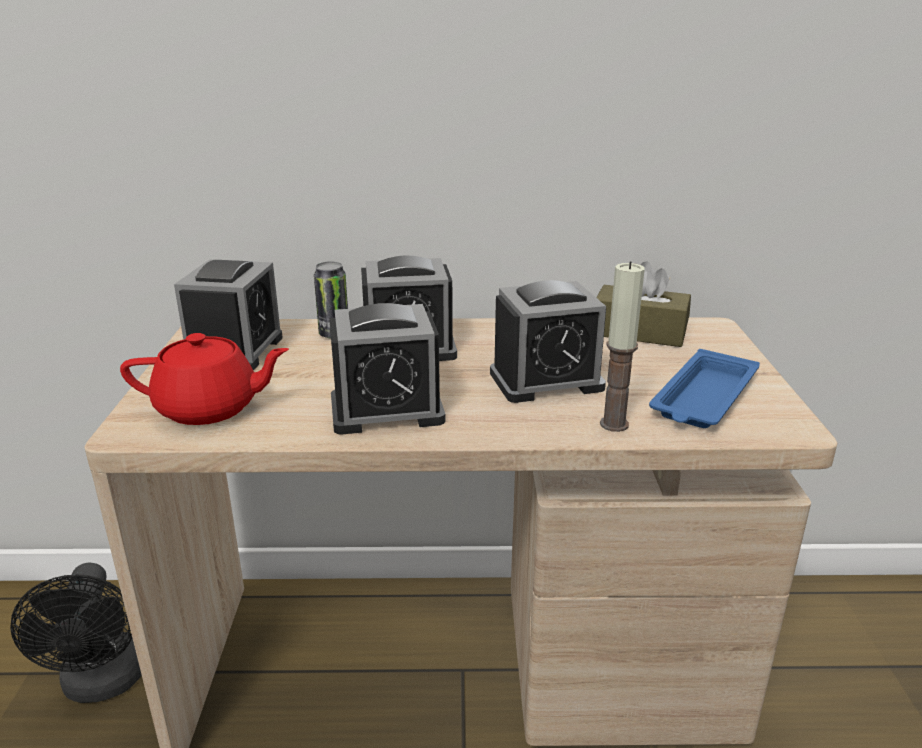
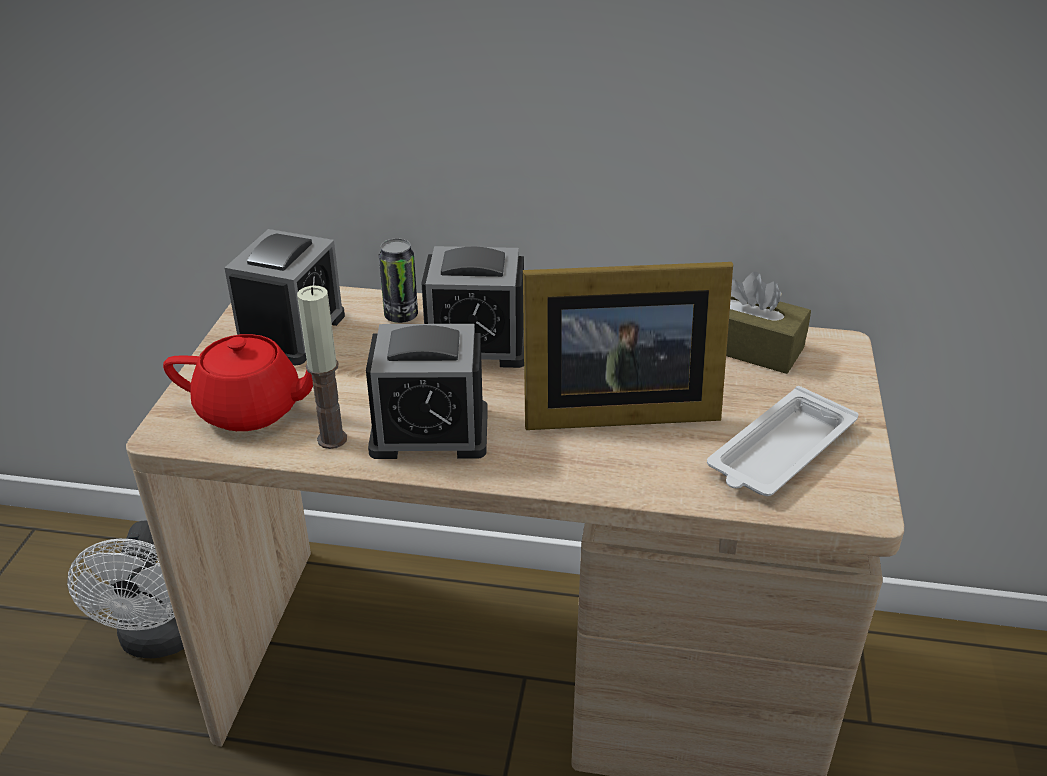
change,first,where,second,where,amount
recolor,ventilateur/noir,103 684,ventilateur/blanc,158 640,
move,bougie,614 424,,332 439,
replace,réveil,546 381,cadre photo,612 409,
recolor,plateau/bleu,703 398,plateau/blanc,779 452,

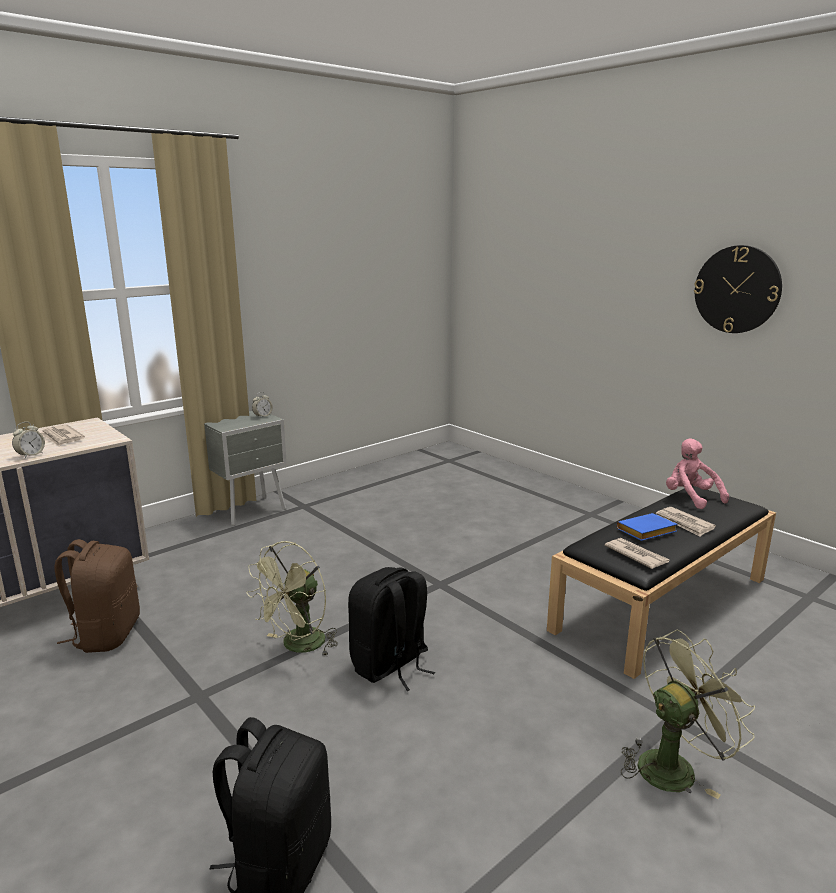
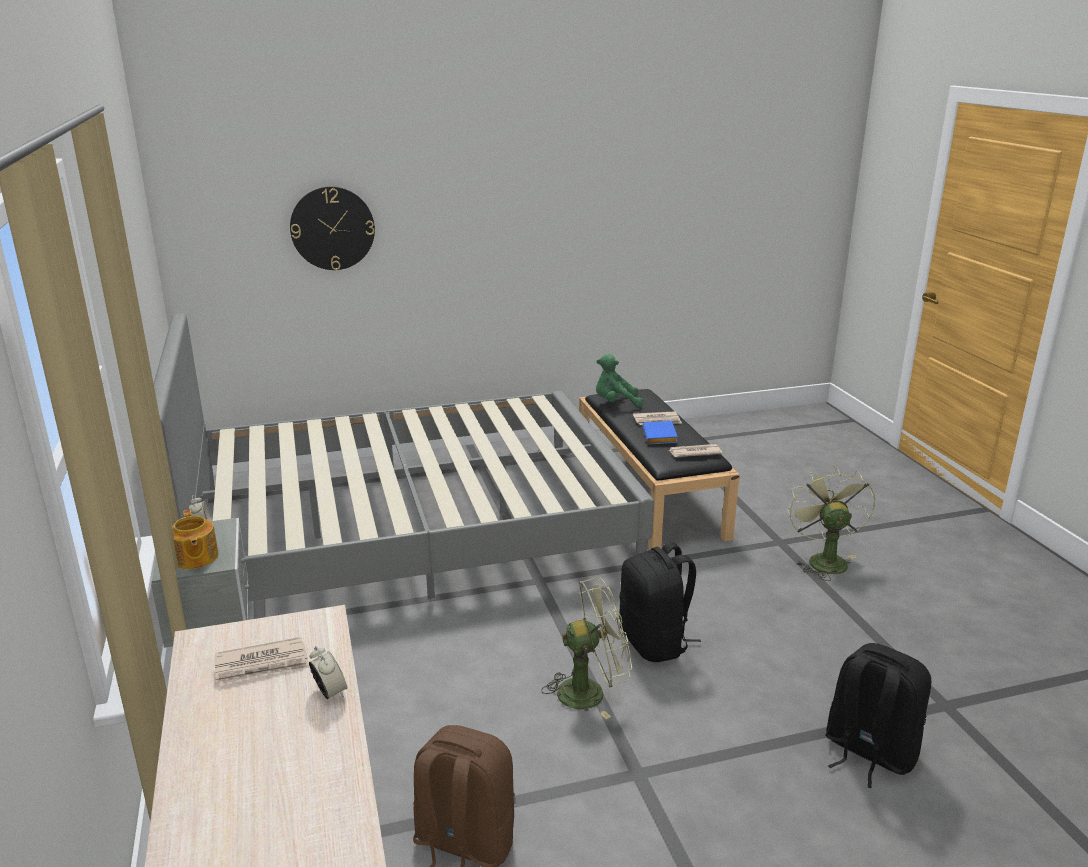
change,first,where,second,where,amount
insert,,,lit/gris,408 526,
insert,,,théière,195 558,
move,horloge murale,737 289,,332 228,
rotate,ventilateur/vert,298 646,,590 691,75 degrees counterclockwise
recolor,peluche/rose,690 498,peluche/vert,615 403,

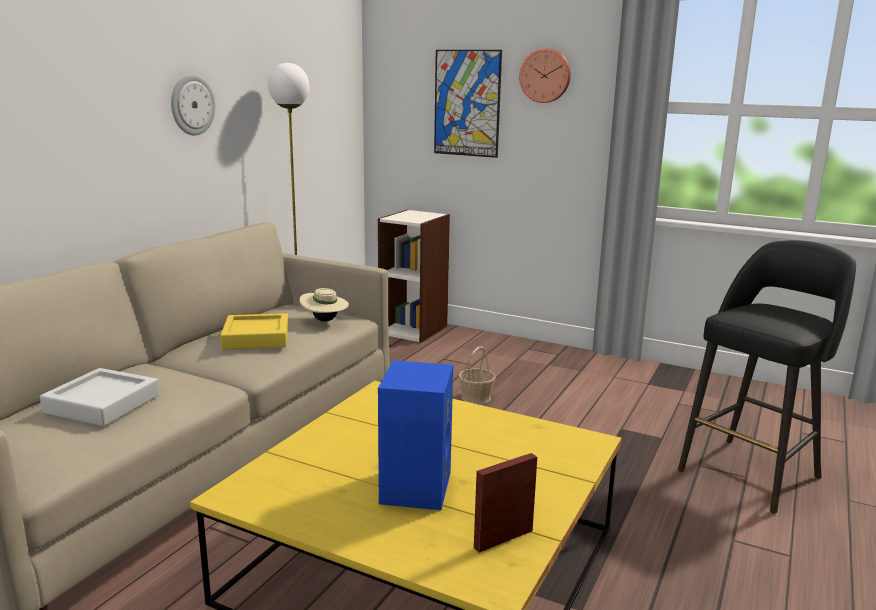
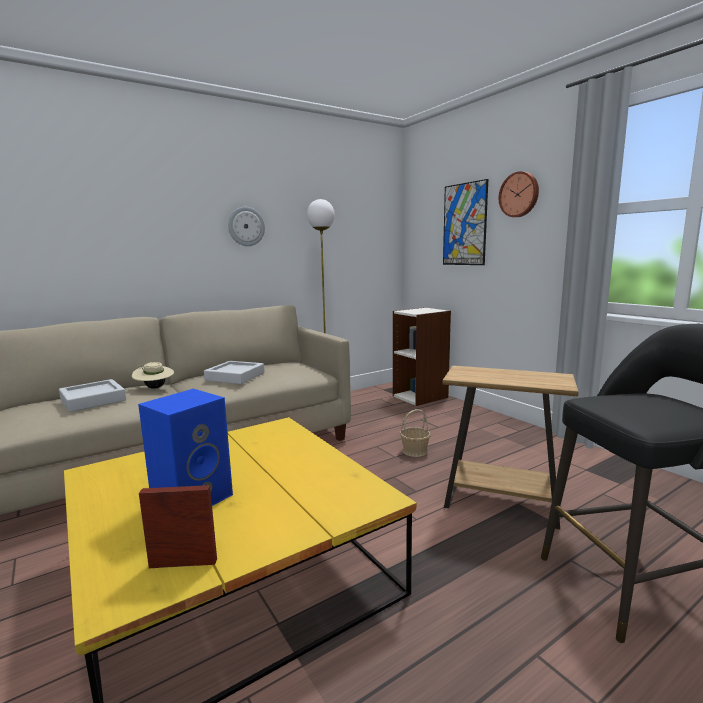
change,first,where,second,where,amount
move,chapeau/beige,324 321,,154 388,
recolor,plateau/jaune,256 337,plateau/gris,235 376,
insert,,,table d'appoint/marron,501 504,

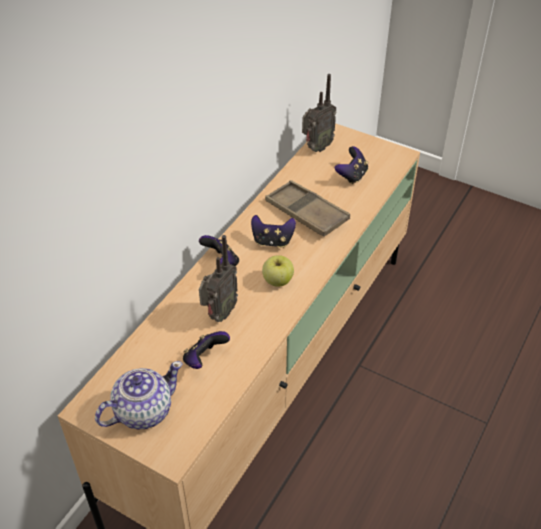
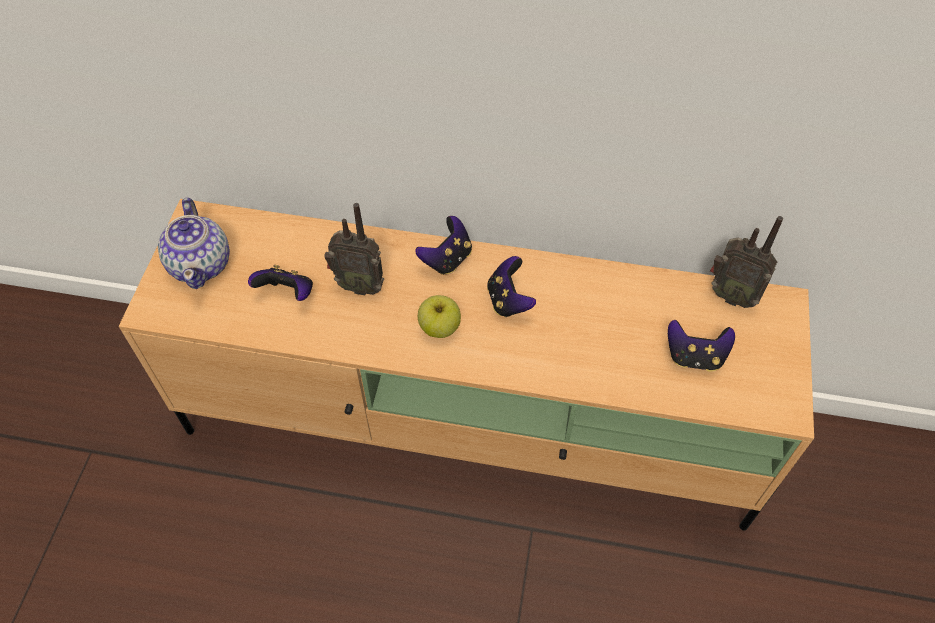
change,first,where,second,where,amount
rotate,théière,142 411,,201 264,45 degrees clockwise
delete,plateau/marron,306 213,,,

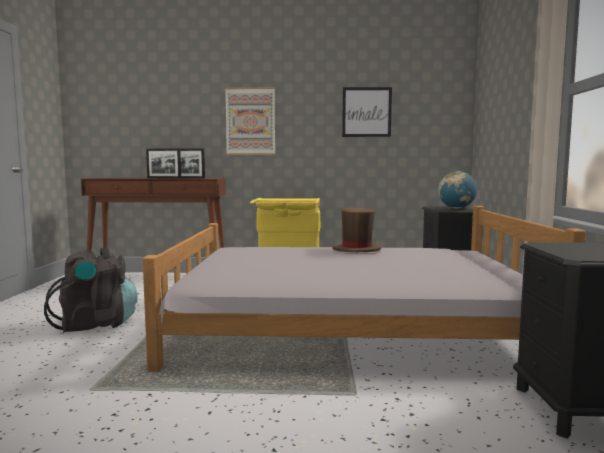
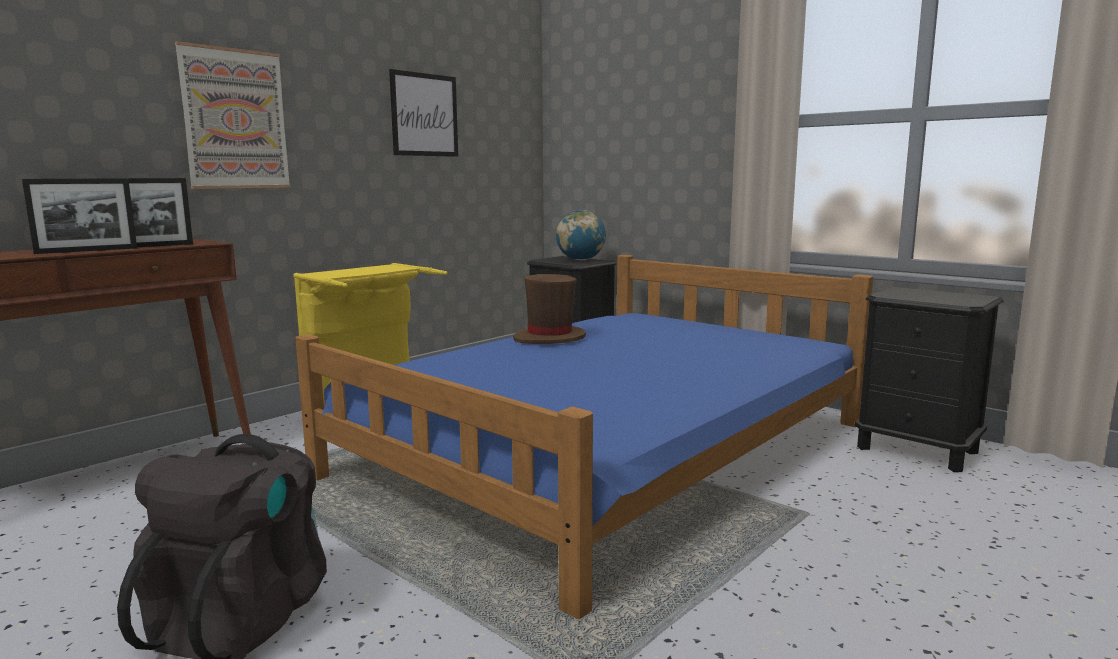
change,first,where,second,where,amount
recolor,lit/gris,347 327,lit/bleu,608 449,

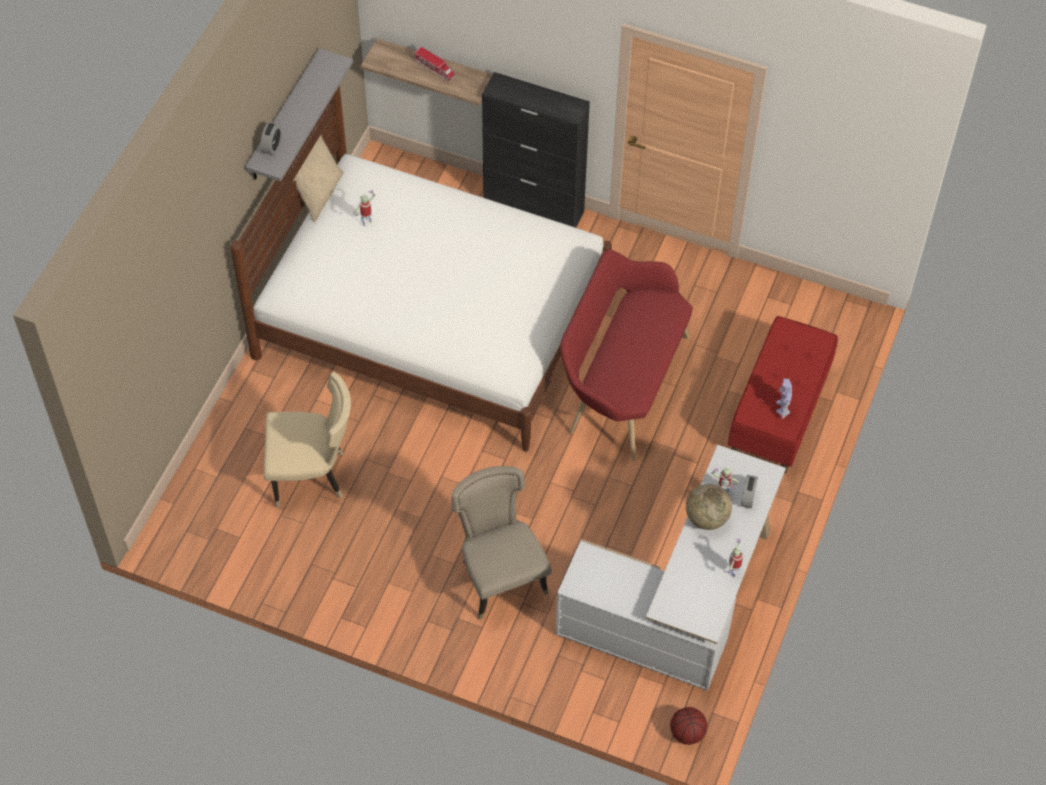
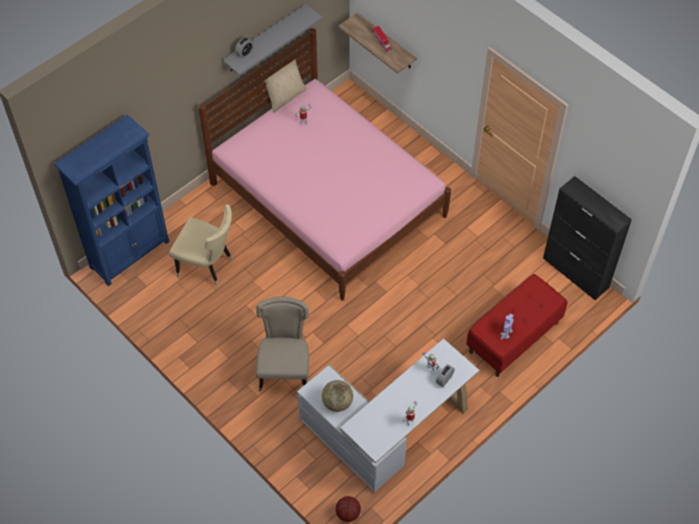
change,first,where,second,where,amount
insert,,,bibliothèque/bleu,130 254,
recolor,lit/blanc,432 320,lit/rose,328 200,
move,globe,706 518,,337 402,
move,meuble de rangement/noir,534 208,,576 273,
delete,banc/rouge,622 384,,,

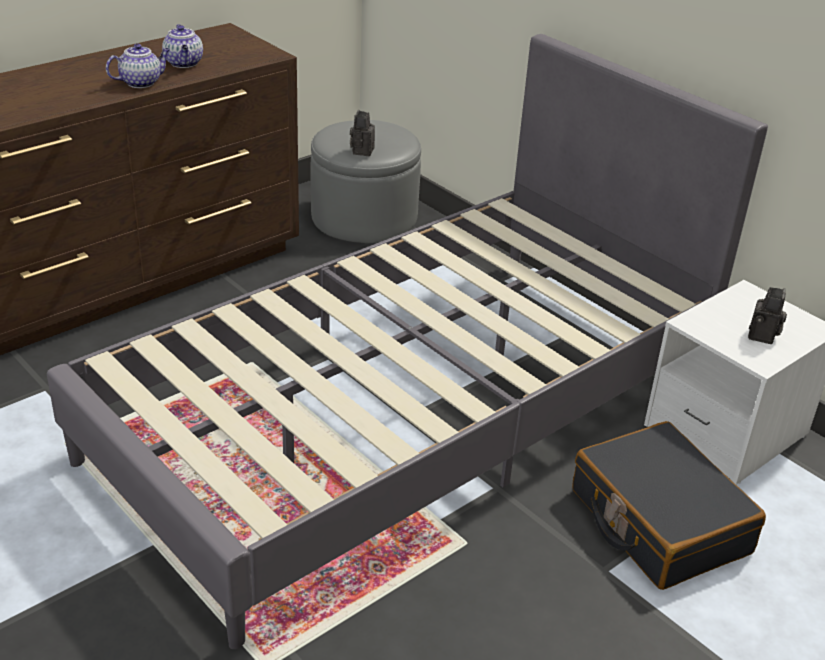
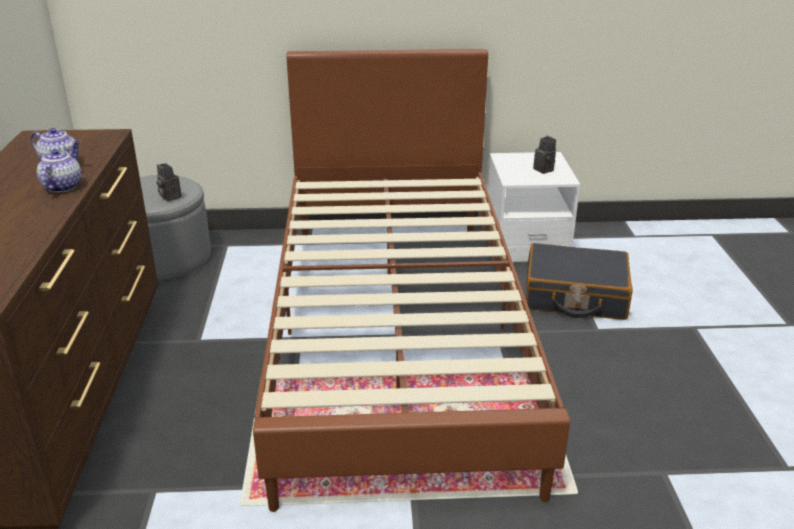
change,first,where,second,where,amount
recolor,lit/gris,408 414,lit/marron,397 333,

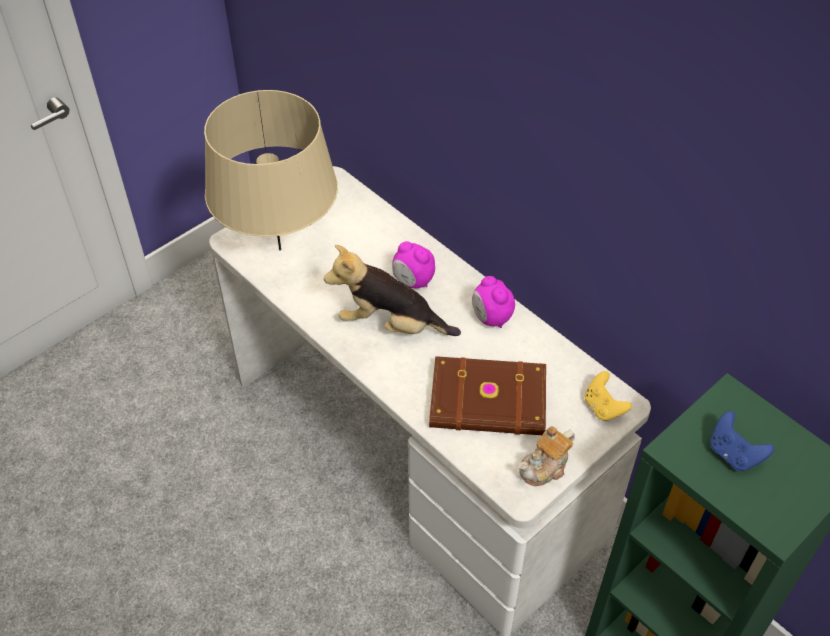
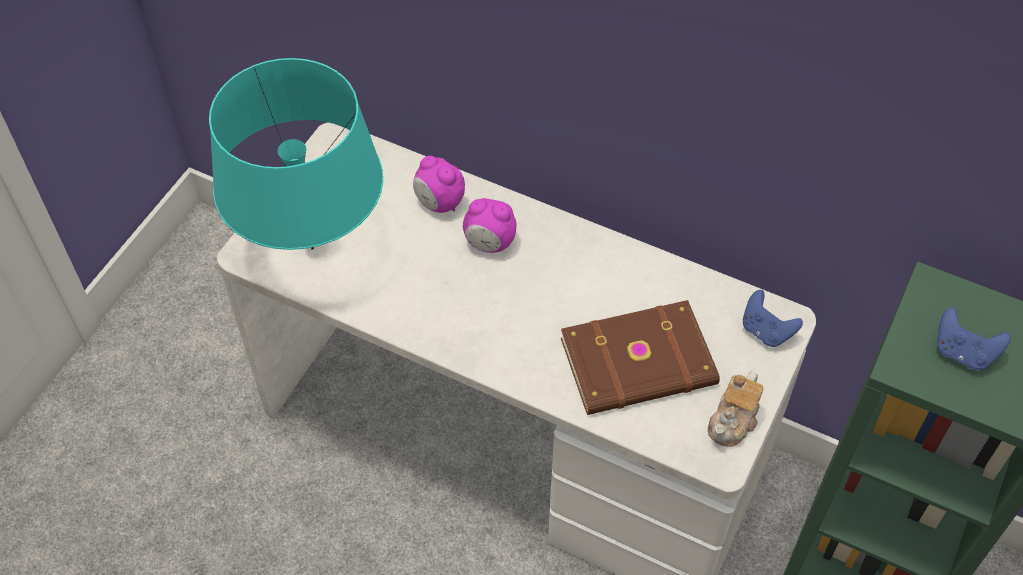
change,first,where,second,where,amount
recolor,lampe de table/beige,281 249,lampe de table/turquoise,313 247,
move,réveil,491 318,,439 203,
recolor,manette/jaune,603 407,manette/bleu,766 331,
delete,peluche,391 324,,,

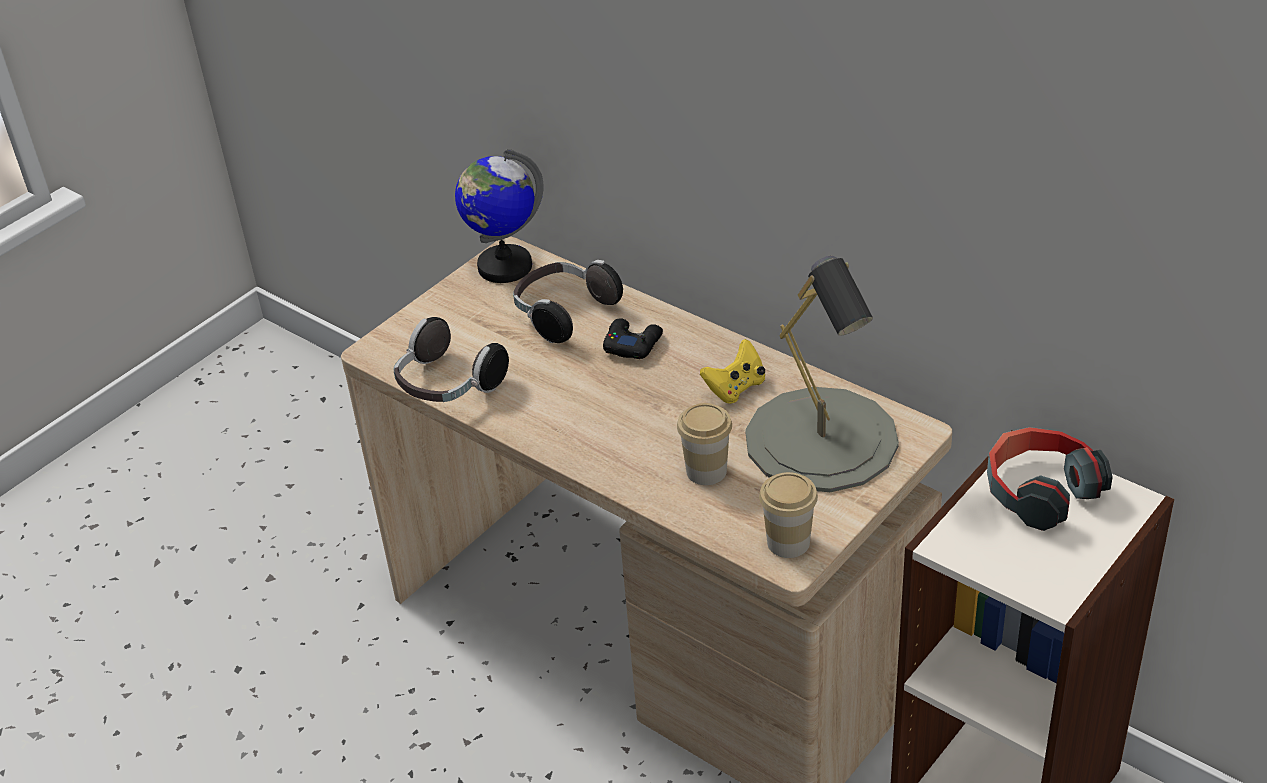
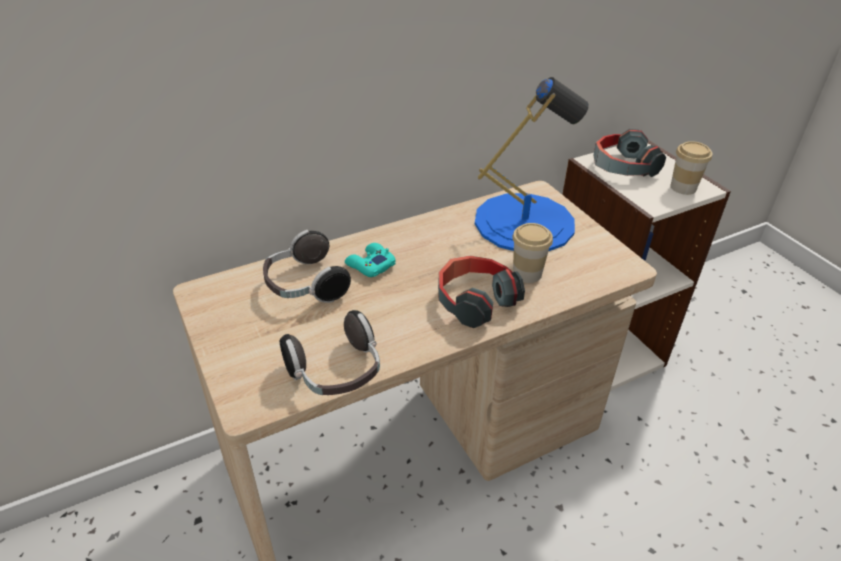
change,first,where,second,where,amount
recolor,manette/noir,632 344,manette/turquoise,370 265,
insert,,,casque audio,474 300,
recolor,lampe de table/gris,822 439,lampe de table/bleu,524 222,
move,tasse,788 542,,683 187,
delete,globe,504 266,,,
delete,manette/jaune,735 388,,,

